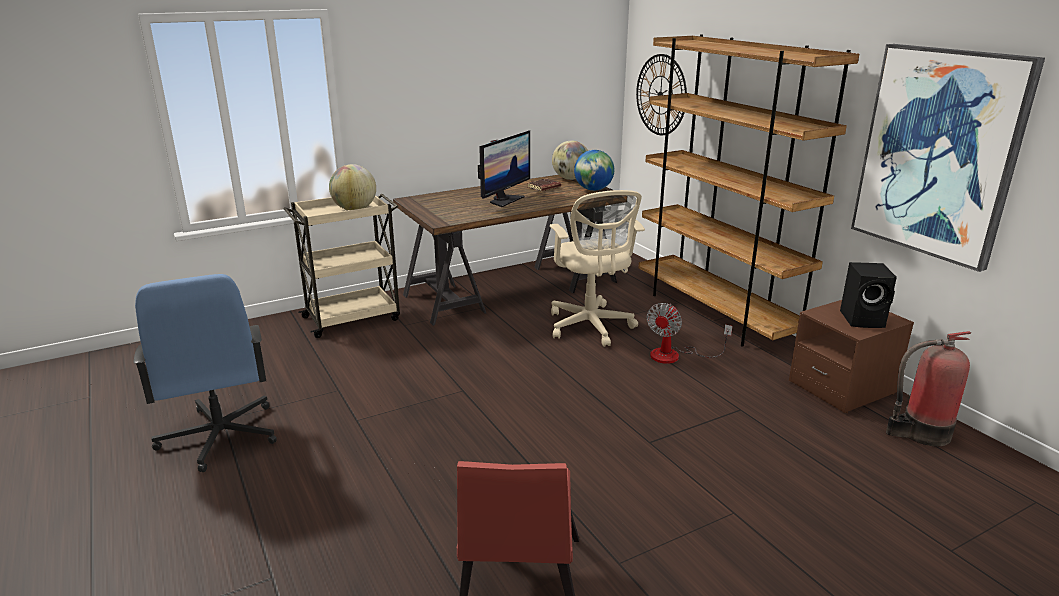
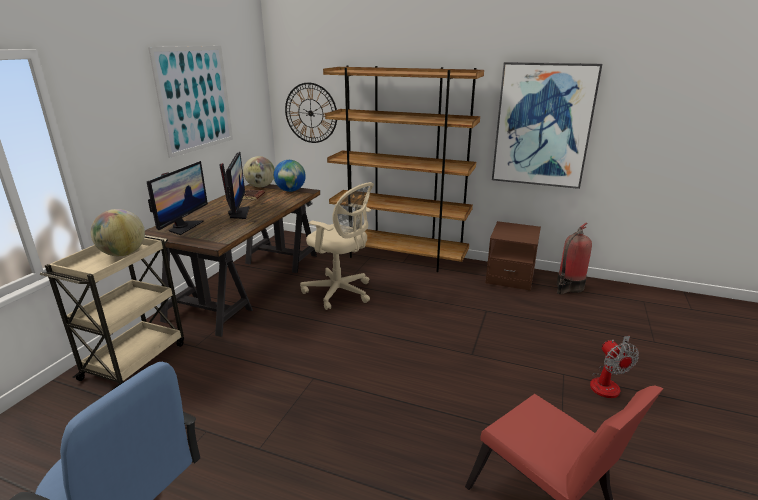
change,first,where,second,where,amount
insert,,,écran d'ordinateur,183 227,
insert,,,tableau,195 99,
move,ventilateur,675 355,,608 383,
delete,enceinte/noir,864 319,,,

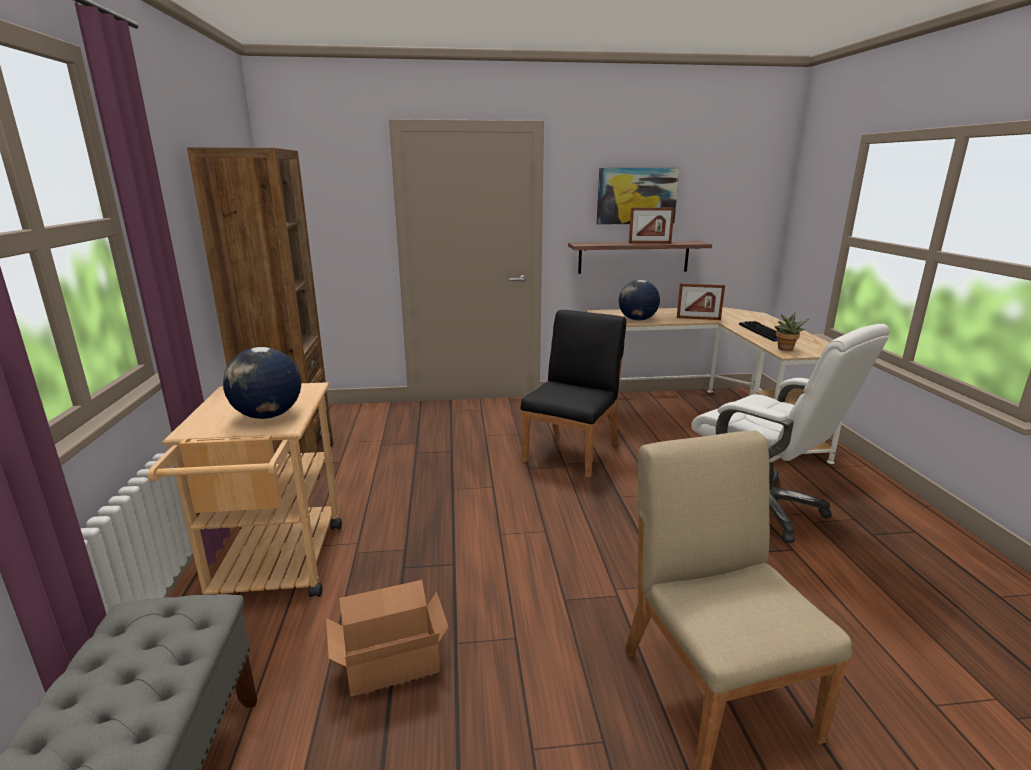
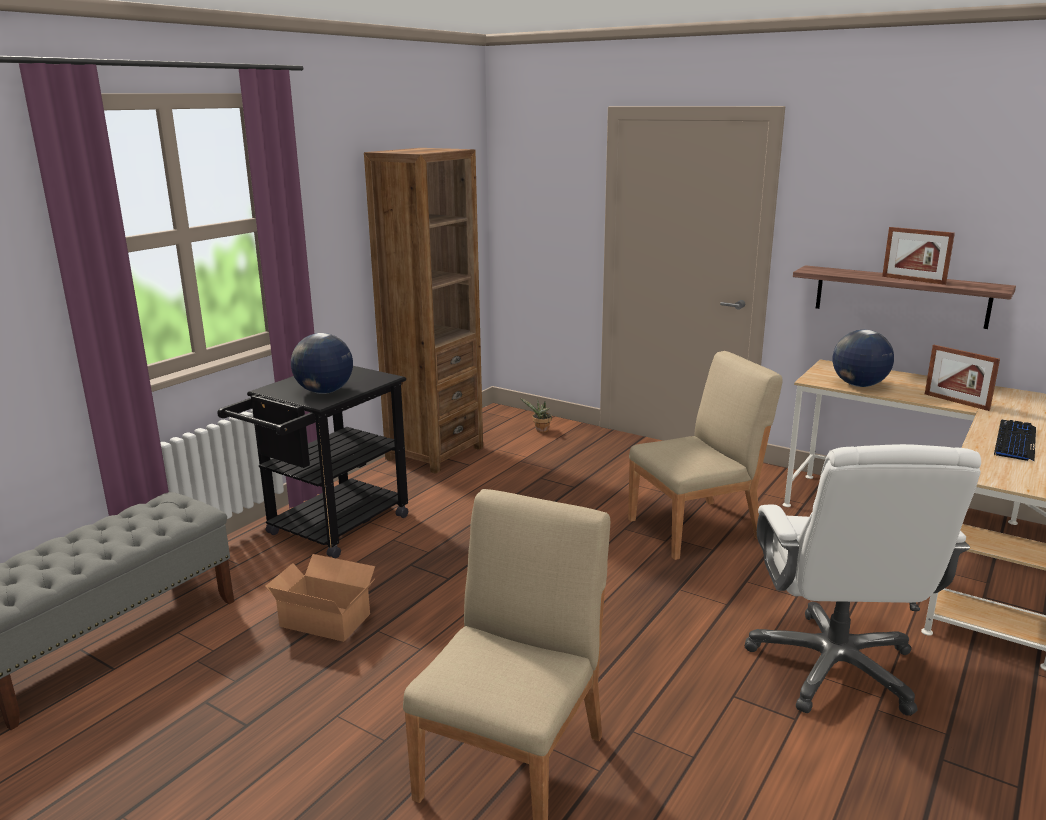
change,first,where,second,where,amount
recolor,chariot/beige,276 571,chariot/noir,330 530,
move,plante en pot,785 349,,540 431,
recolor,chaise/noir,572 451,chaise/beige,696 529,
delete,tableau,636 196,,,

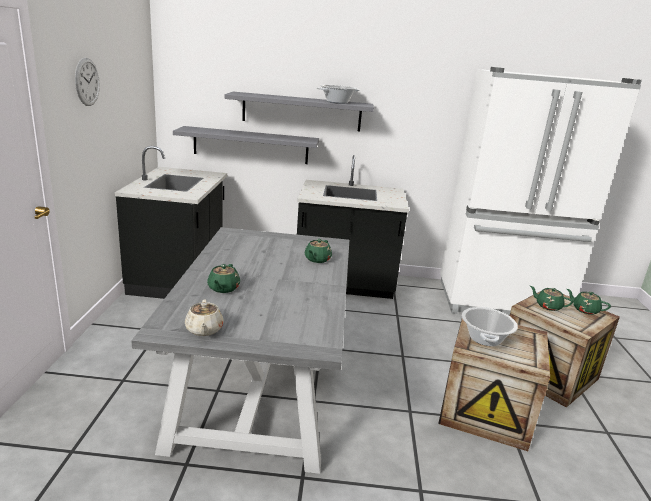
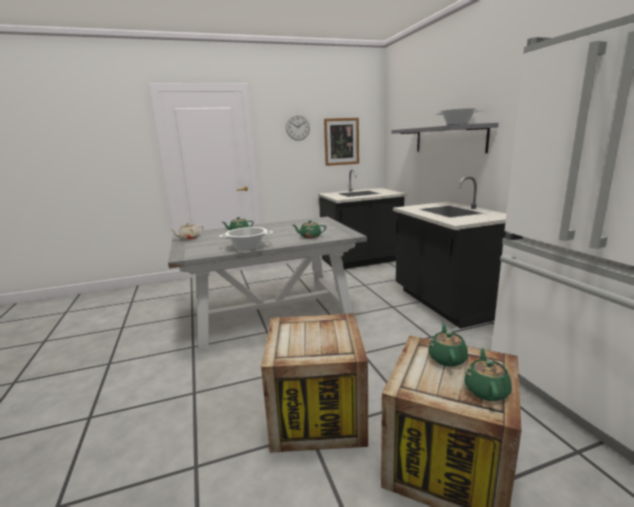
change,first,where,second,where,amount
move,marmite,484 338,,247 247,
insert,,,tableau,341 141,
delete,étagère/gris,250 145,,,

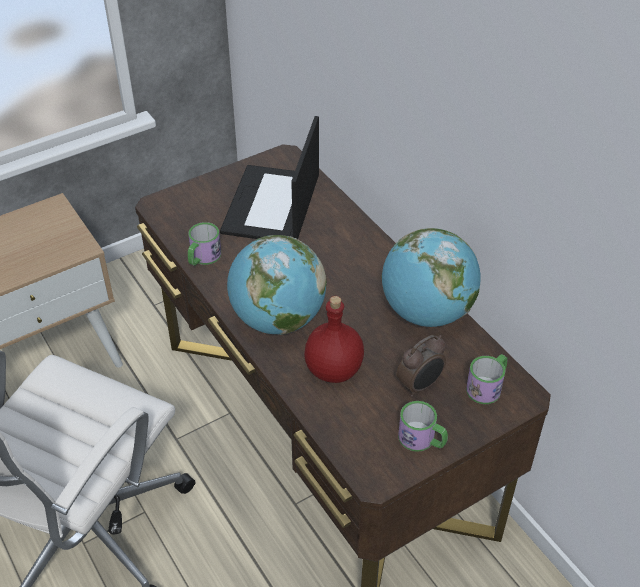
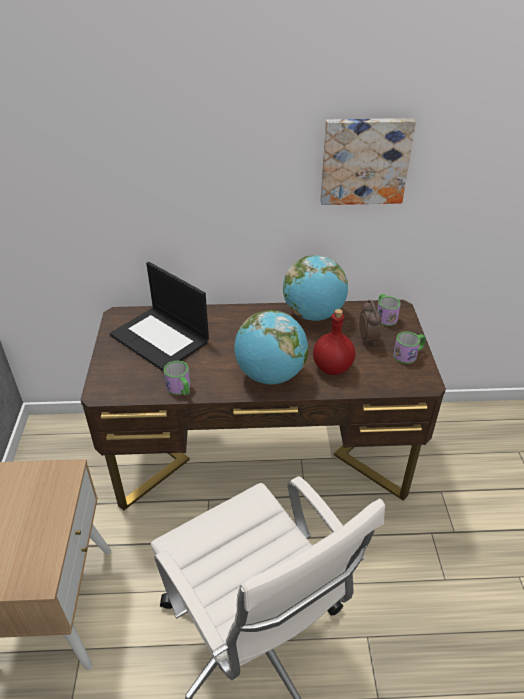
change,first,where,second,where,amount
insert,,,tableau,364 161,

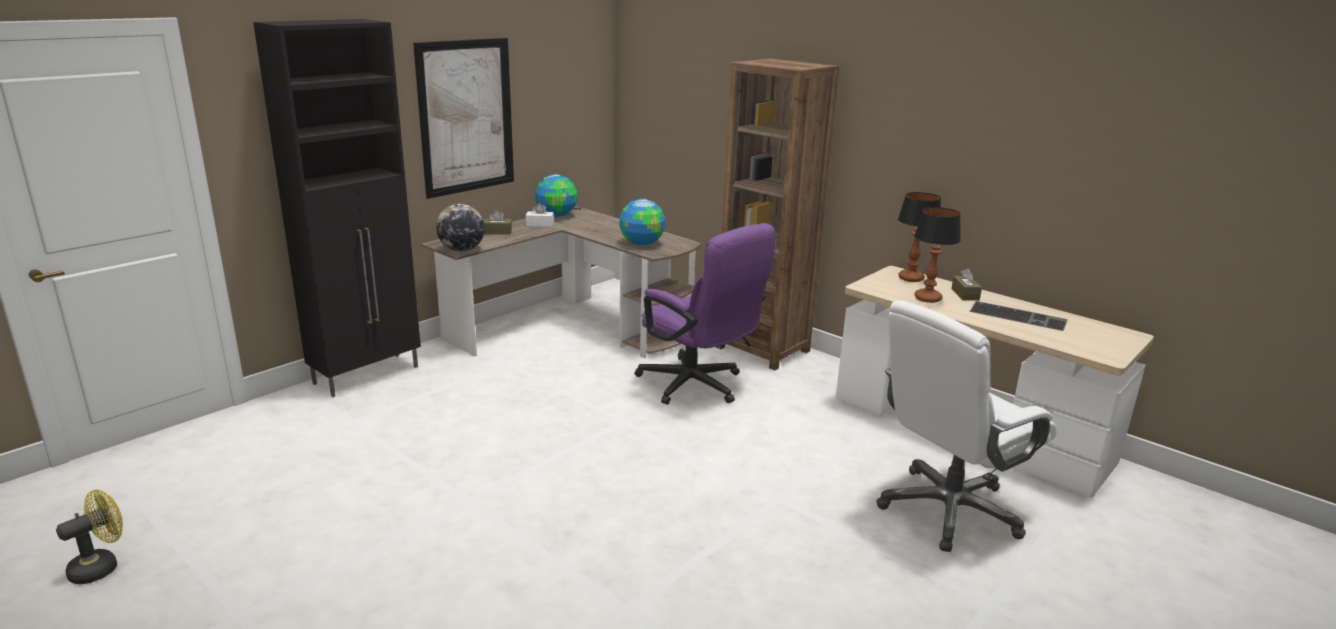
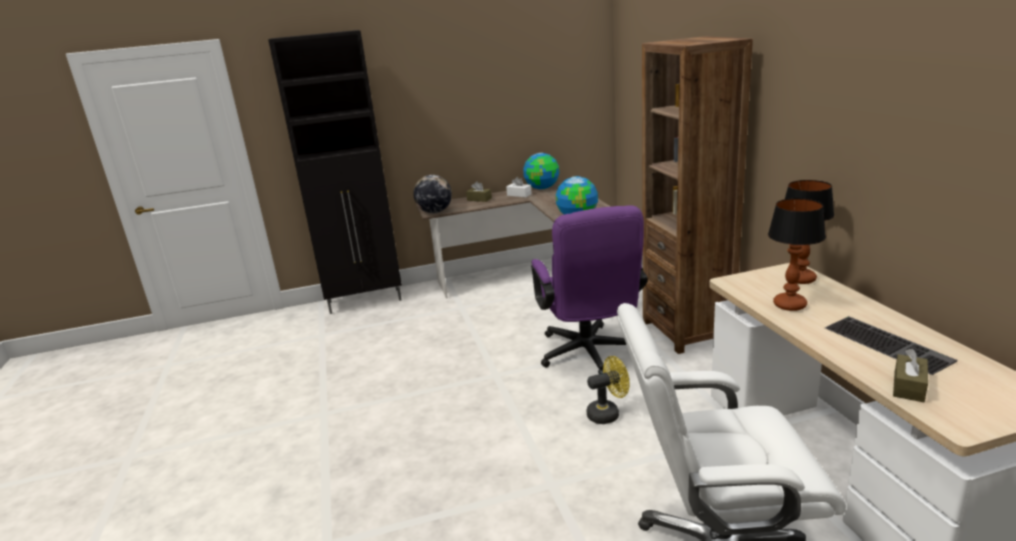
change,first,where,second,where,amount
move,ventilateur/jaune,101 566,,608 413,
move,boîte à mouchoirs/marron,965 294,,908 386,
delete,tableau,466 117,,,

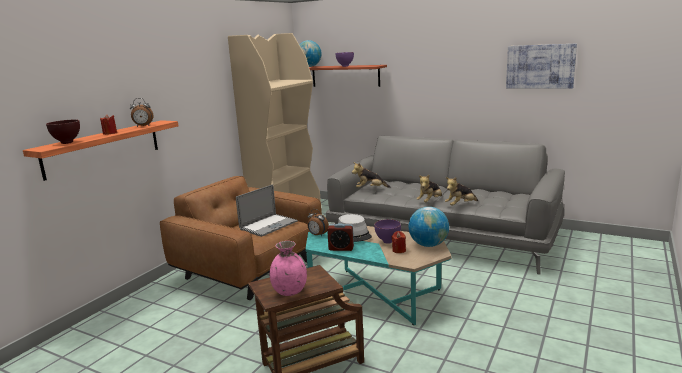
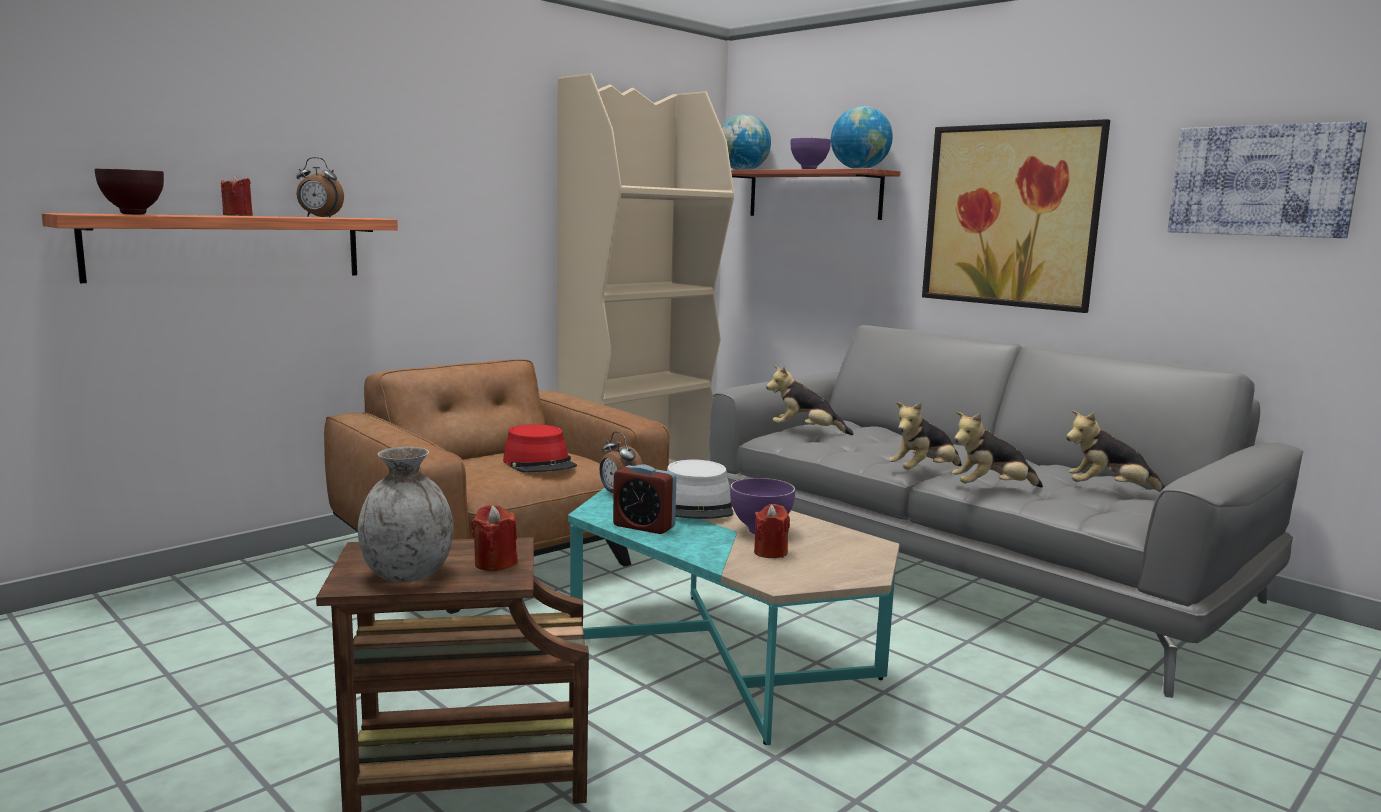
change,first,where,second,where,amount
recolor,vase/rose,290 291,vase/gris,408 574,
insert,,,bougie/rouge,495 563,
replace,ordinateur portable,268 225,chapeau/rouge,540 463,
move,globe,428 245,,859 169,
insert,,,tableau,1011 215,
insert,,,peluche,1109 491,

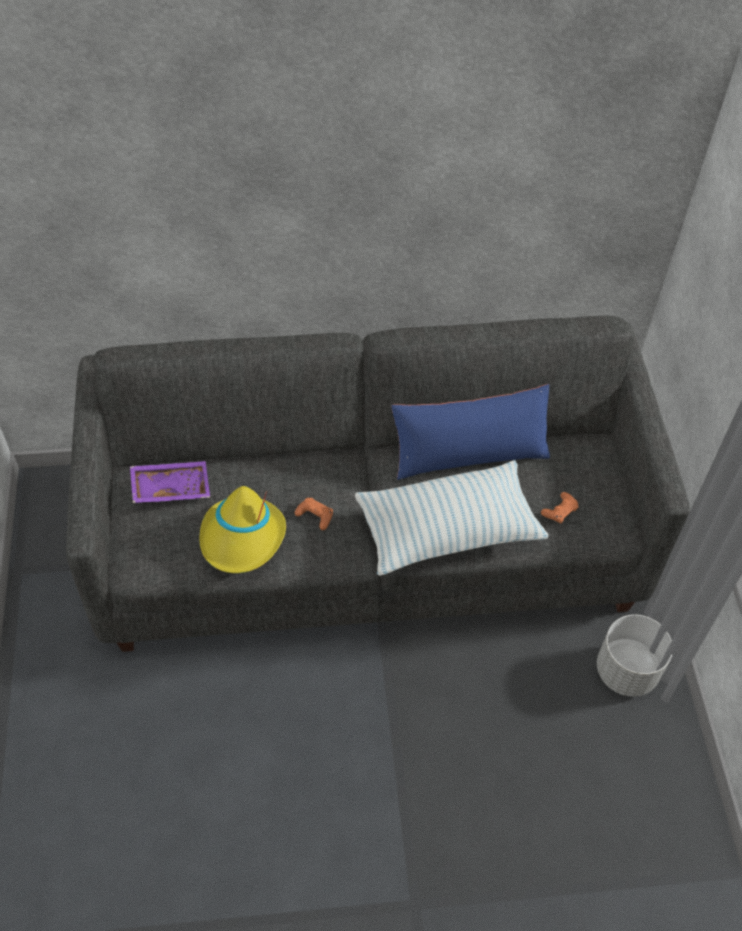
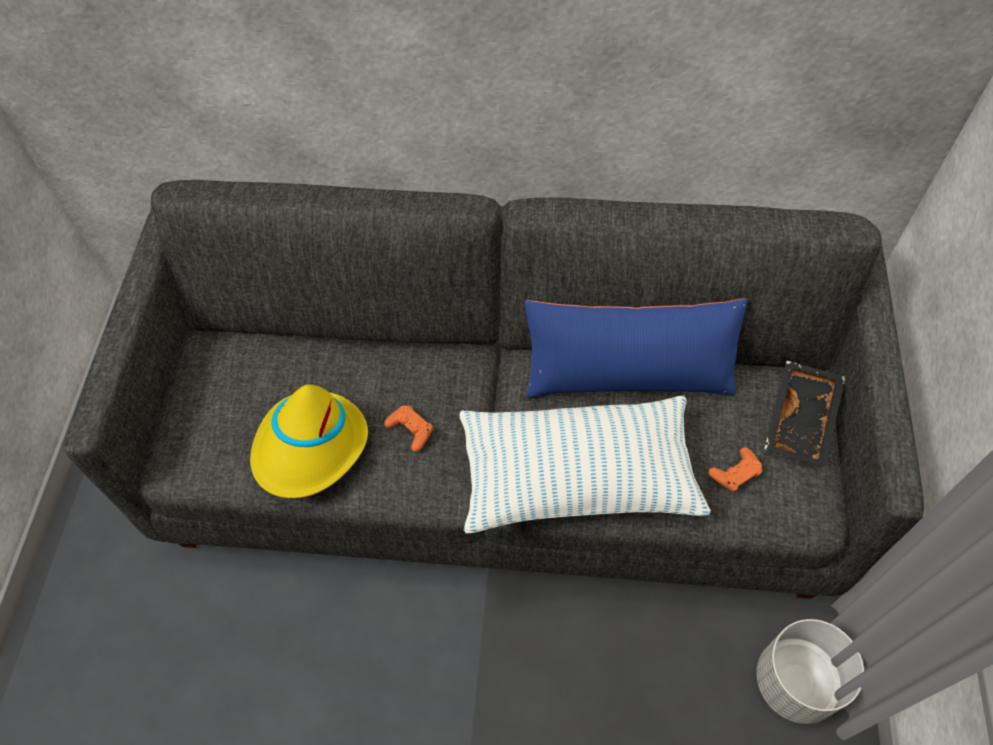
change,first,where,second,where,amount
insert,,,plateau/noir,803 420,
delete,plateau/violet,171 487,,,

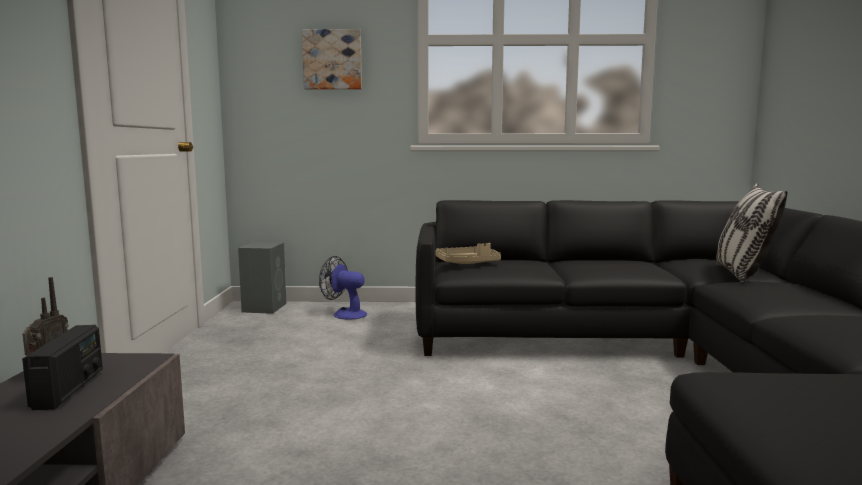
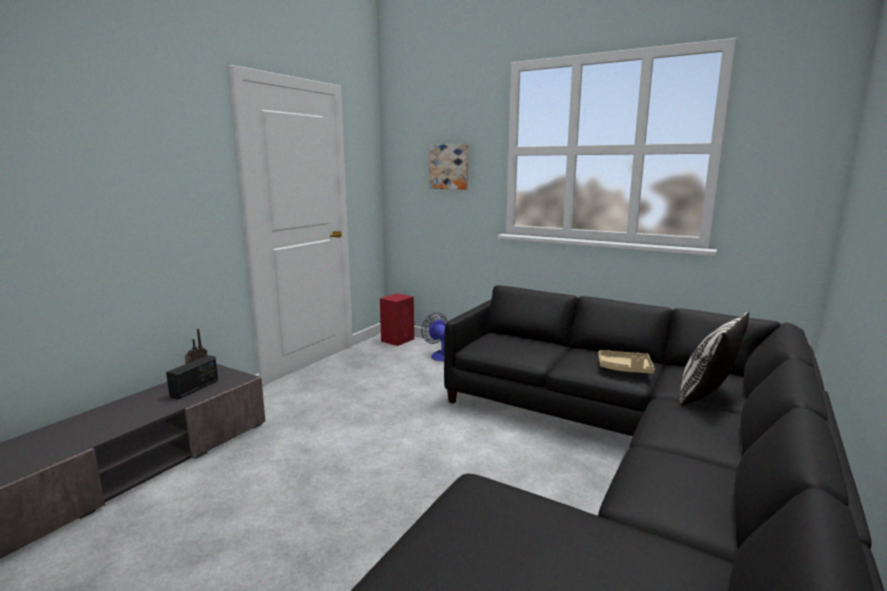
change,first,where,second,where,amount
recolor,enceinte/gris,265 307,enceinte/rouge,398 340,
move,plateau/beige,468 263,,625 369,

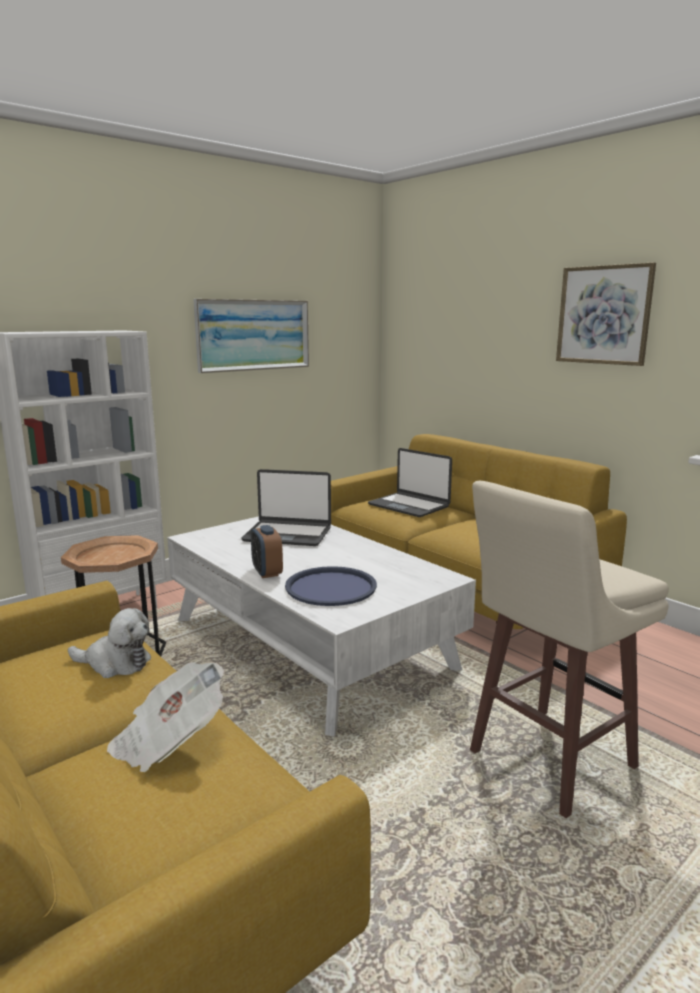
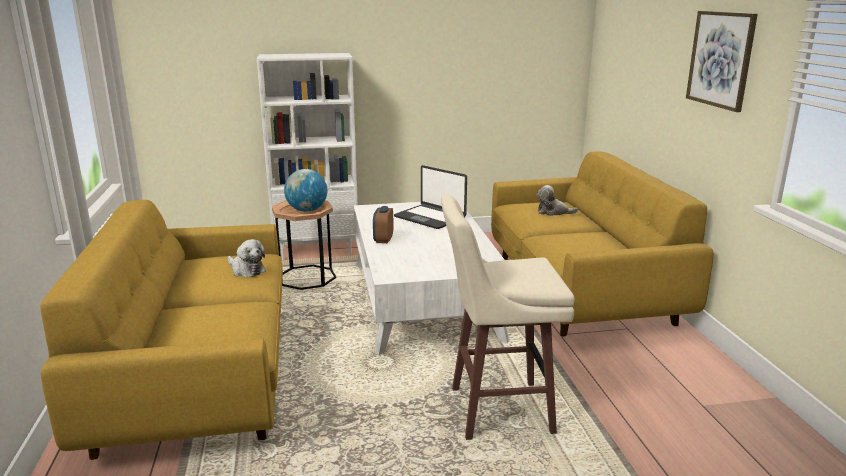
change,first,where,second,where,amount
insert,,,globe,307 210,
replace,ordinateur portable,409 506,peluche,553 212,
delete,journal,169 740,,,
delete,tableau,253 335,,,
delete,plateau/bleu,331 587,,,

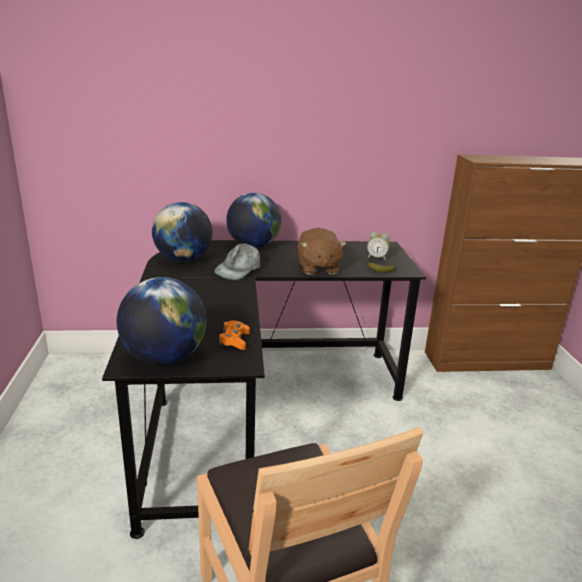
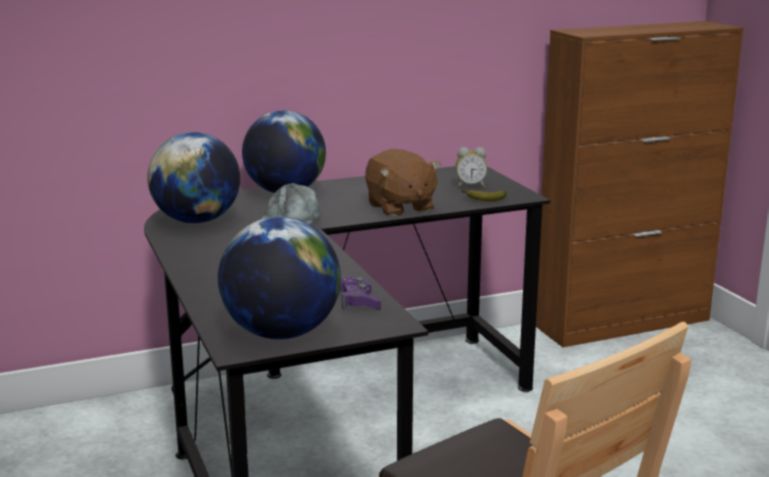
change,first,where,second,where,amount
recolor,manette/orange,234 340,manette/violet,357 301,

